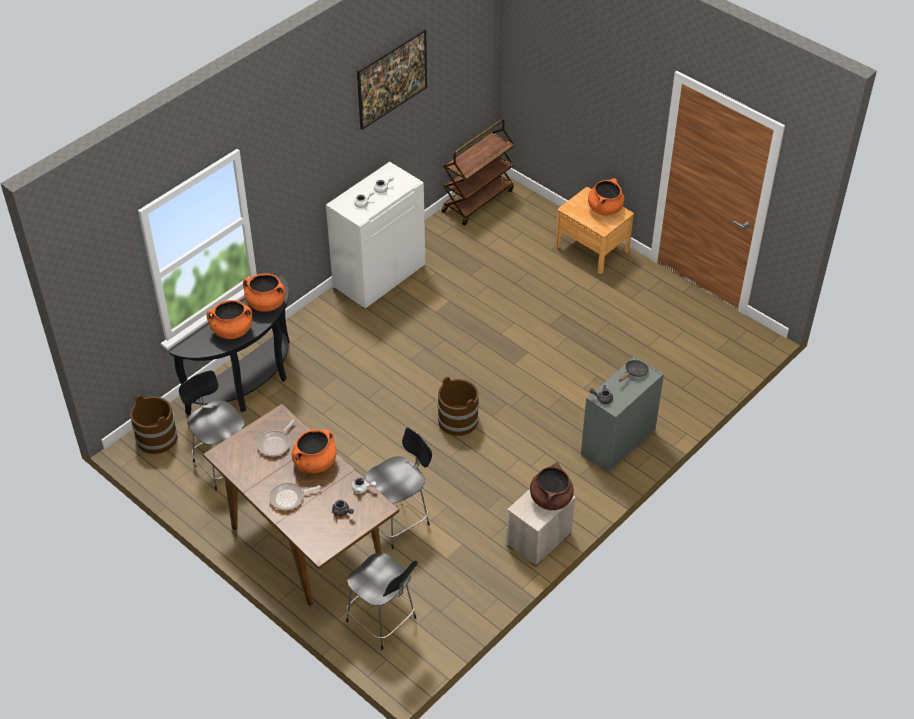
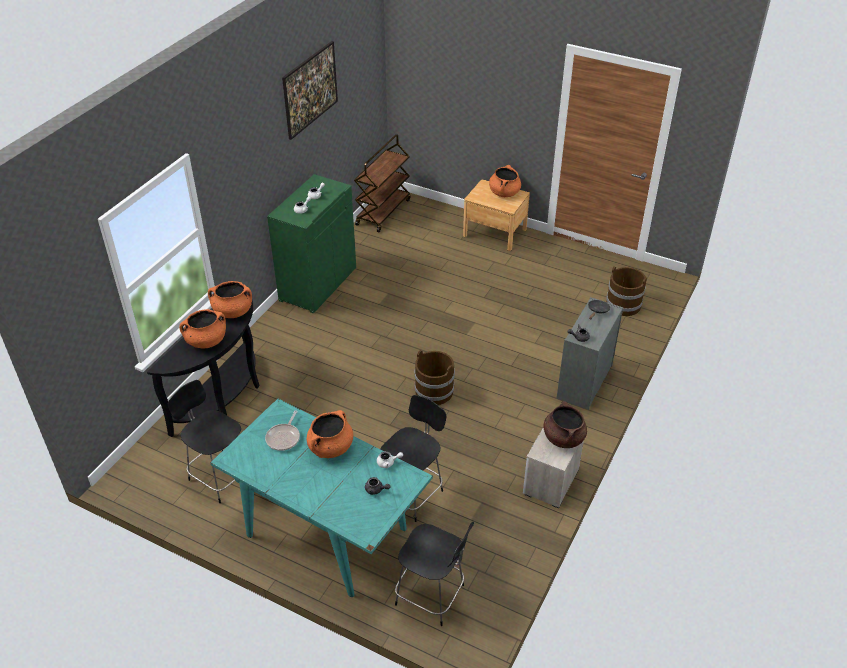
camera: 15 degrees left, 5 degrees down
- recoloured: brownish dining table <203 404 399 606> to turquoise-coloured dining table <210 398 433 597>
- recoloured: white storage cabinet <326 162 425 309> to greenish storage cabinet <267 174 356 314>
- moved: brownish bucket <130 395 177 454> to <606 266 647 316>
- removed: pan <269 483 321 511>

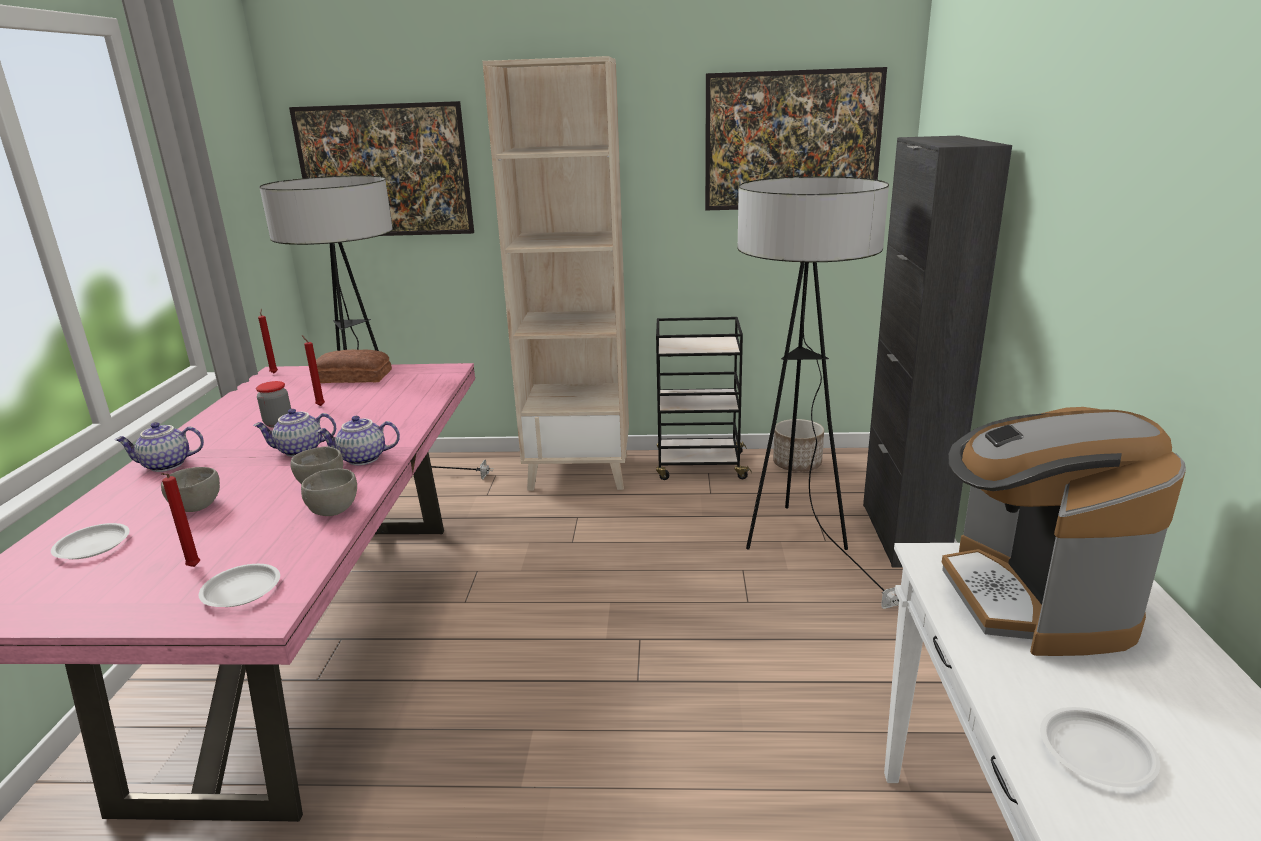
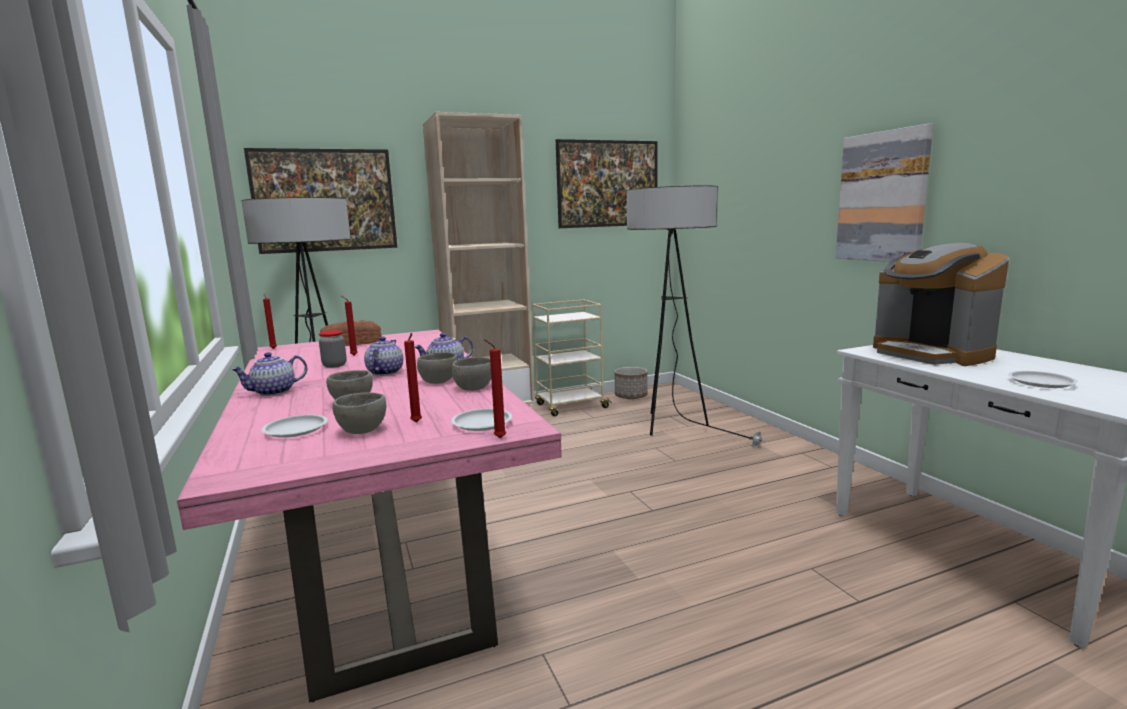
camera: 25 degrees left, 10 degrees down
- added: grey serving bowl <332 392 386 434>
- turned: pot for tea <253 409 336 457> = <364 336 403 376> 135 degrees clockwise
- added: red wax candle <484 339 506 438>
- recoloured: black-coloured cart <656 317 752 480> to beige cart <532 299 612 416>
- added: picture <836 124 933 262>
- removed: black-coloured storage cabinet <863 136 1012 568>

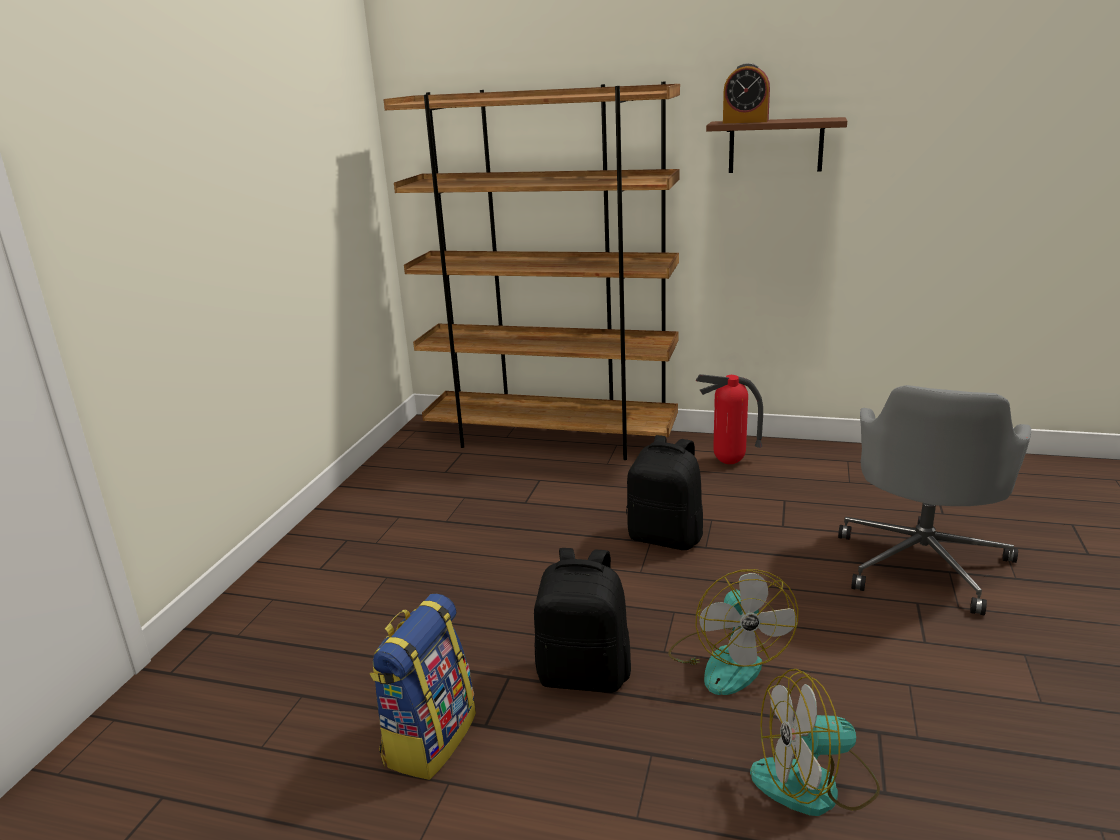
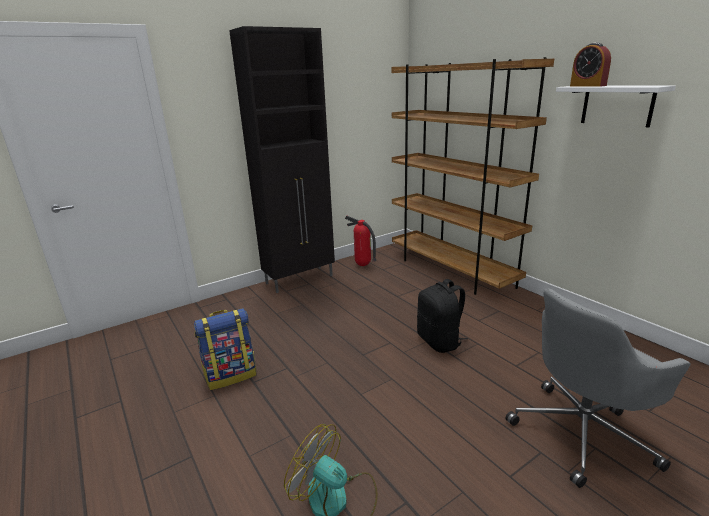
camera: 40 degrees right, 0 degrees up
- added: black-coloured storage cabinet <229 26 335 293>
- moved: extinguisher <696 374 763 464> to <345 216 376 266>
- recoloured: brownish bracket shelf <706 117 847 173> to white bracket shelf <556 85 676 127>
- removed: black-coloured knapsack <534 548 631 693>
- removed: cooling fan <668 569 799 695>

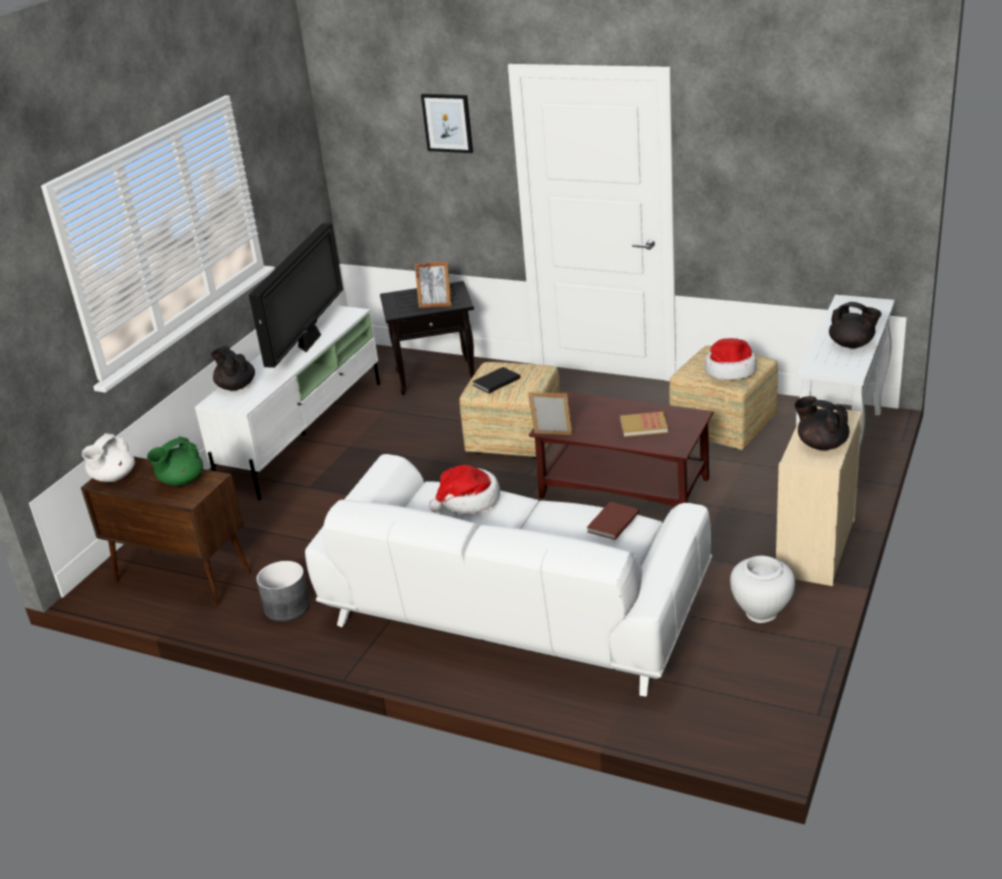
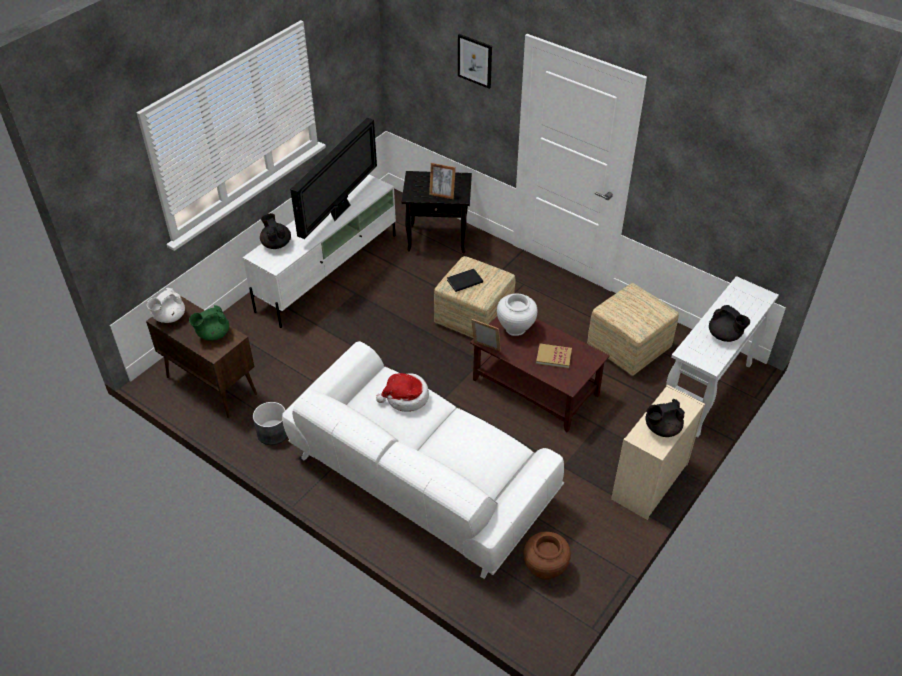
camera: 10 degrees right, 15 degrees up
- moved: white vase <730 556 795 623> to <497 293 537 336>
- added: brownish vase <523 532 571 580>
- turned: black-coloured pot for tea <794 396 849 450> = <645 399 685 437> 75 degrees counterclockwise
- removed: brownish volume <586 502 639 540>
- removed: clothing hat <705 338 757 380>

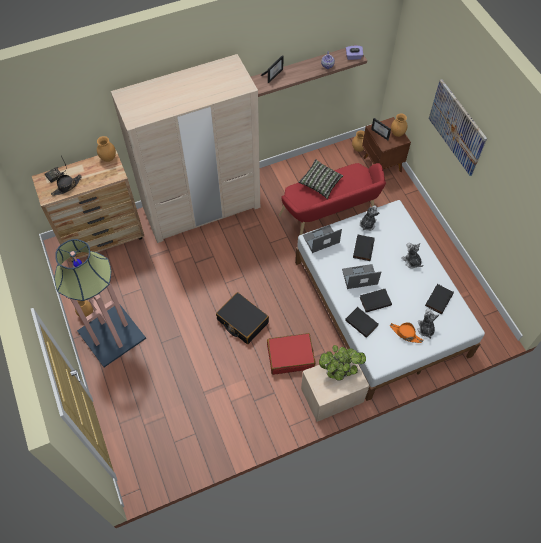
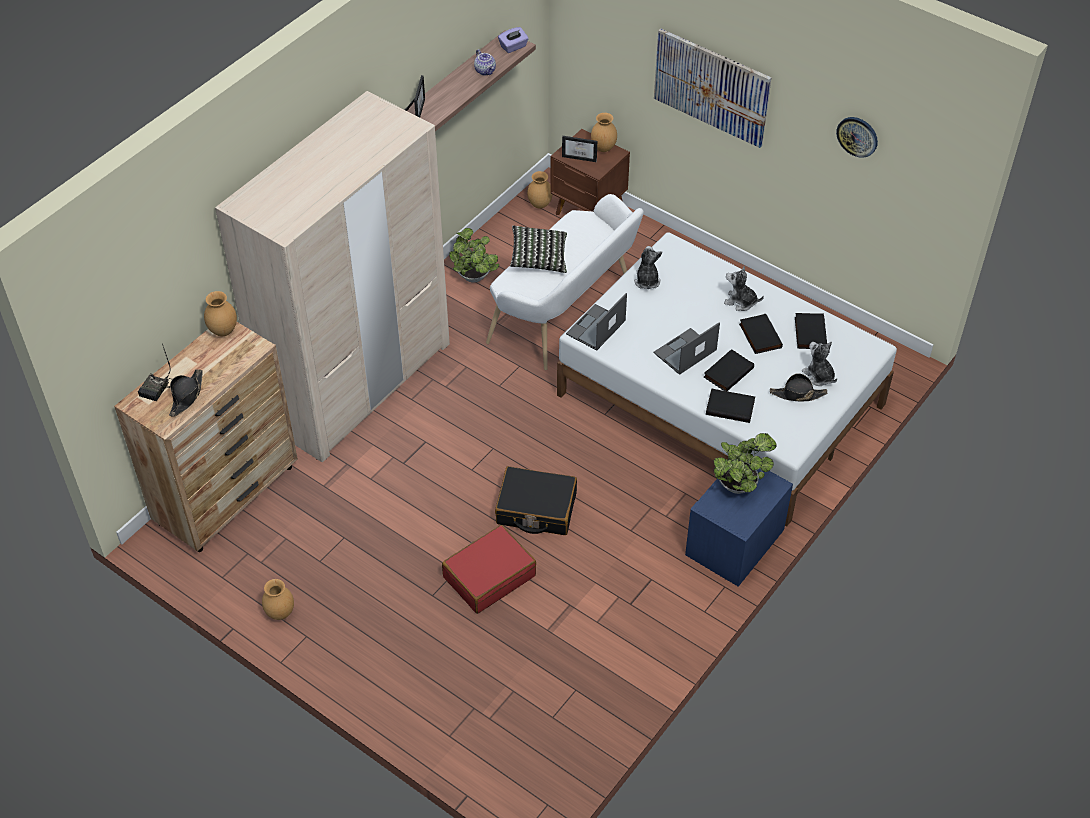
camera: 30 degrees left, 10 degrees down
- moved: red piece of luggage <267 333 315 375> to <442 525 536 614>
- added: potted plant <449 228 499 283>
- recoloured: red bench <279 163 386 235> to white bench <486 194 644 370>
- recoloured: beige bedside table <301 362 369 422> to blue bedside table <685 469 793 587>
- moved: black-coloured volume <353 235 375 261> to <739 314 783 354>
- recoloured: orangey clothing hat <390 322 423 343> to black-coloured clothing hat <770 373 827 401>
- added: wall clock <836 117 878 158>
- removed: standard lamp <54 239 146 367>

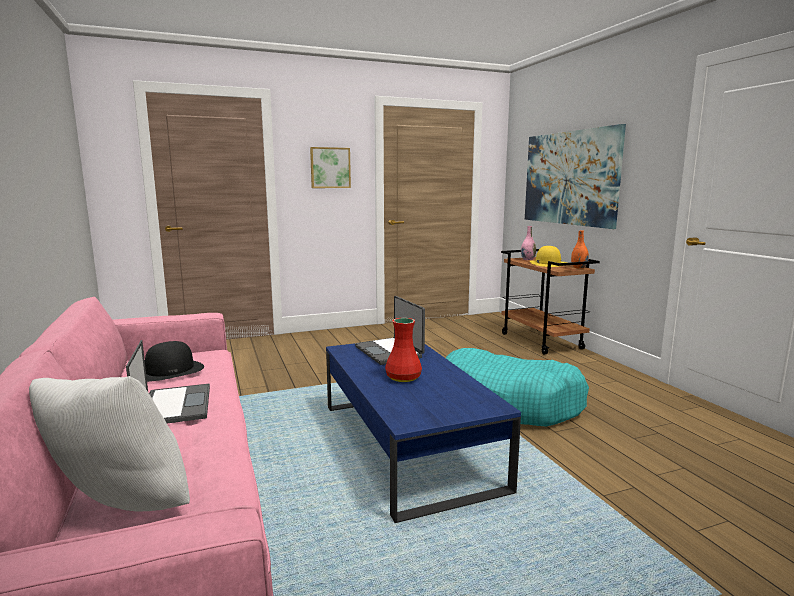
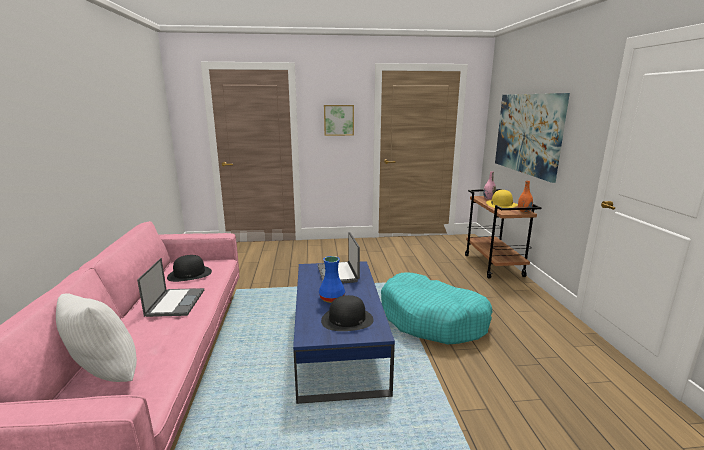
camera: 15 degrees right, 5 degrees up
- recoloured: red vase <385 318 422 382> to blue vase <319 256 345 303>
- added: black-coloured clothing hat <321 295 374 331>

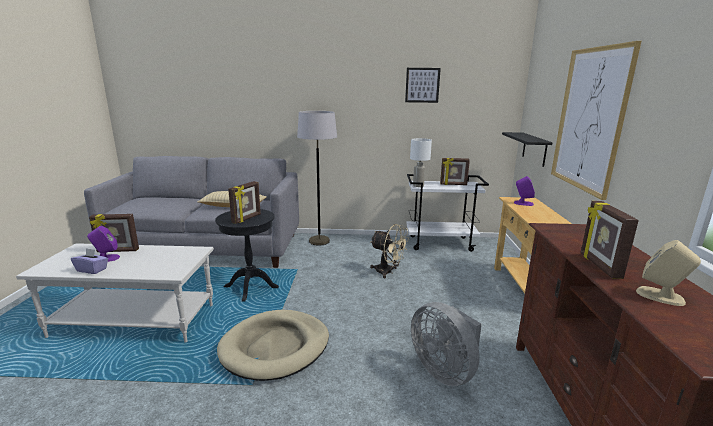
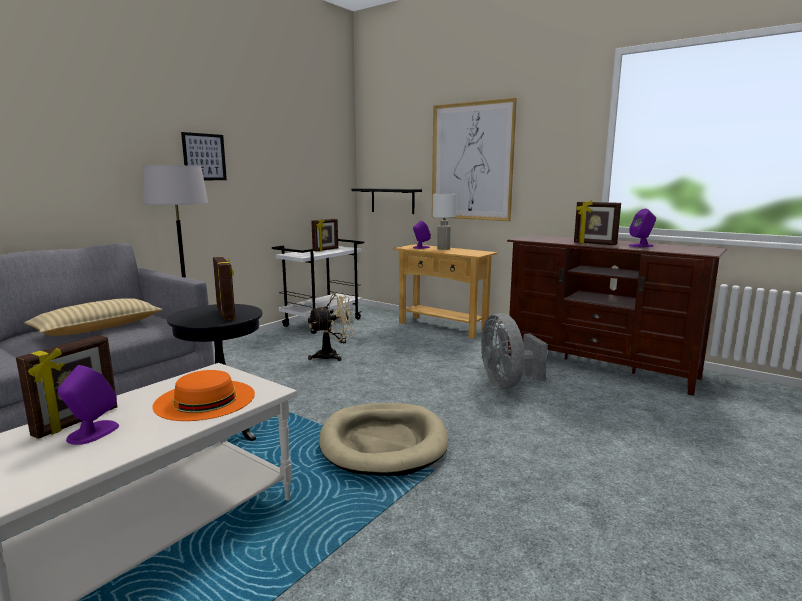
camera: 55 degrees left, 5 degrees down
- added: orangey clothing hat <153 370 255 421>
- moved: picture <405 68 441 103> to <181 132 227 180>
- moved: white lamp for a table <410 138 432 187> to <433 194 457 250>
- turned: grey cooling fan <411 302 482 386> = <481 313 548 389> 75 degrees clockwise
- recoloured: beige loudspeaker <636 240 701 306> to purple-coloured loudspeaker <629 209 656 247>
- removed: purple-coloured tissue box <71 248 108 274>

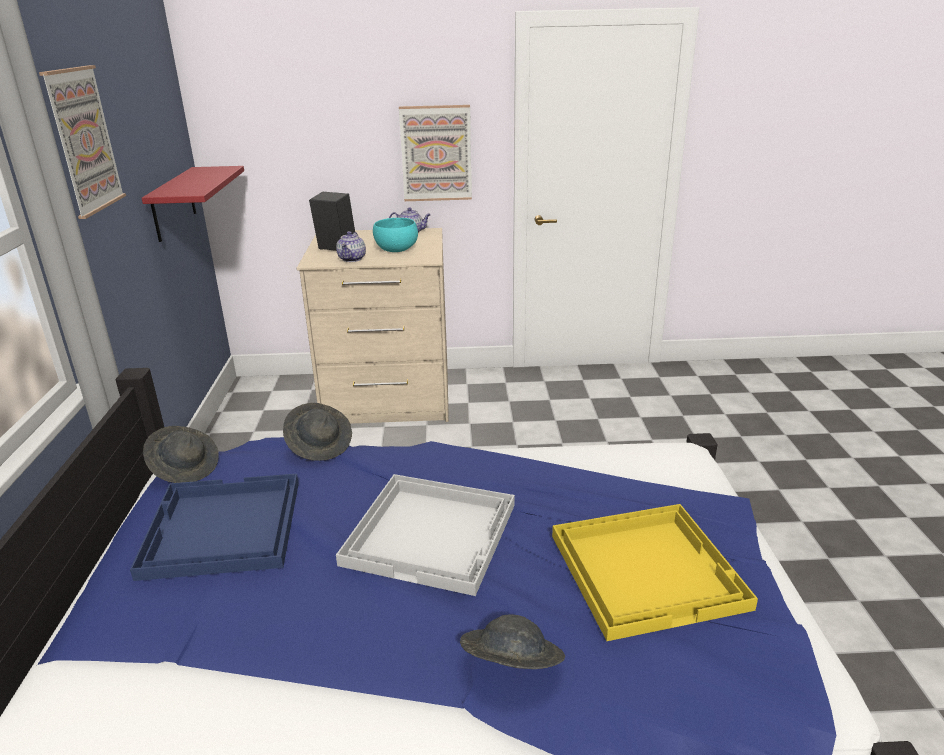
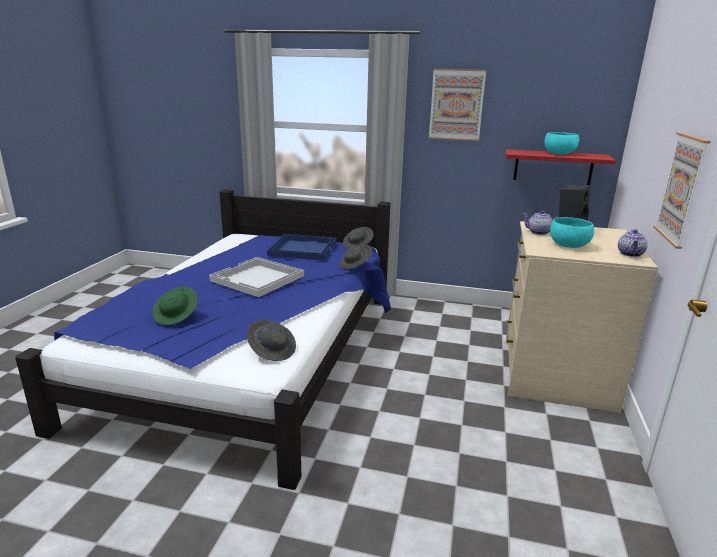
camera: 105 degrees right, 5 degrees down
- replaced: yellow-coloured serving tray <552 504 758 641> to greenish clothing hat <152 287 198 325>
- moved: grey clothing hat <460 615 565 669> to <247 320 296 361>
- added: turquoise-coloured serving bowl <544 132 579 155>

